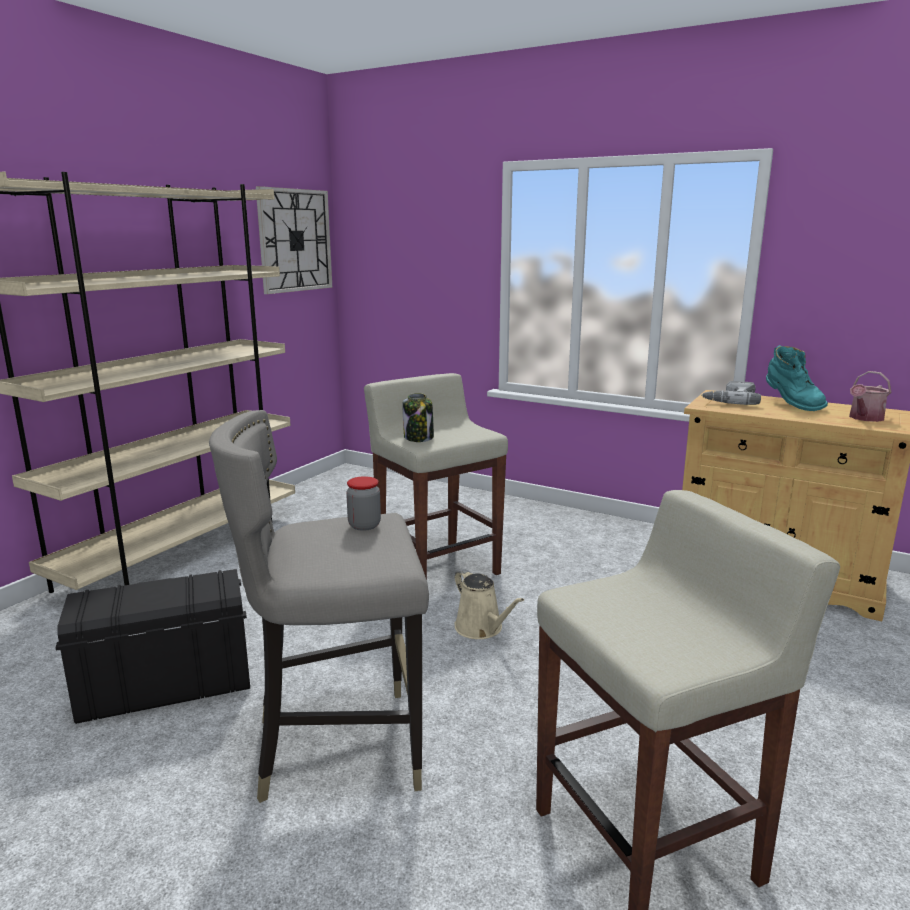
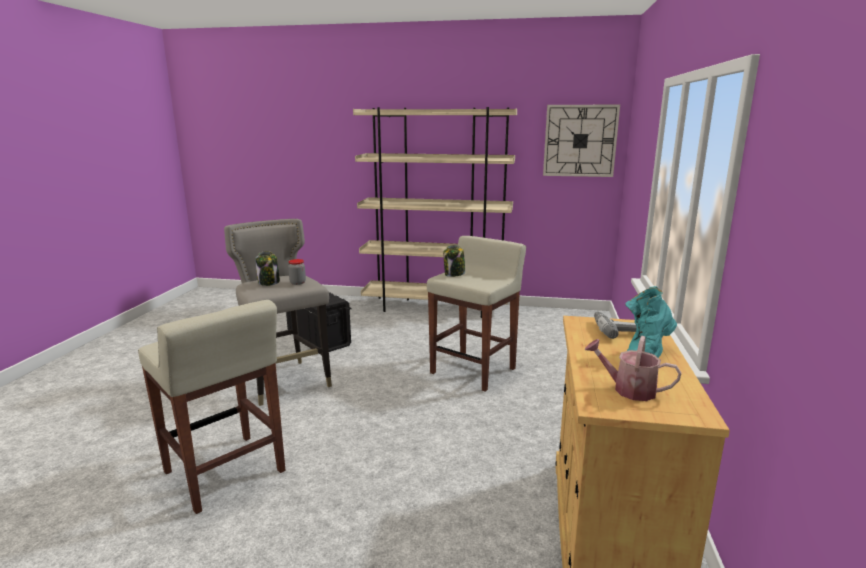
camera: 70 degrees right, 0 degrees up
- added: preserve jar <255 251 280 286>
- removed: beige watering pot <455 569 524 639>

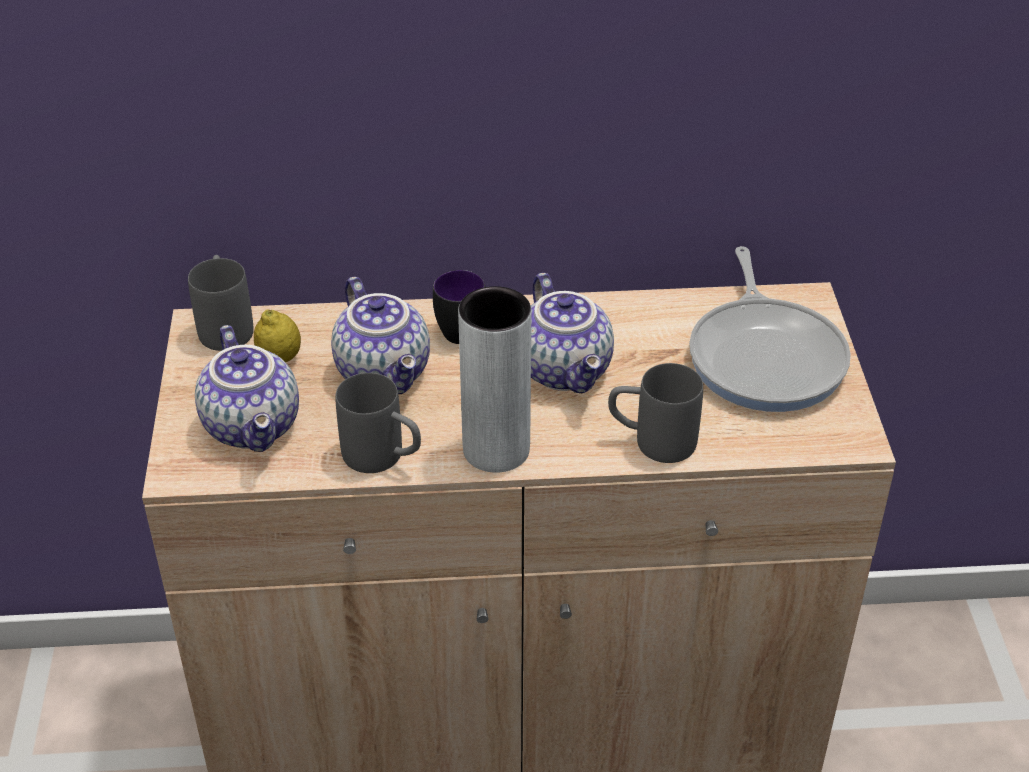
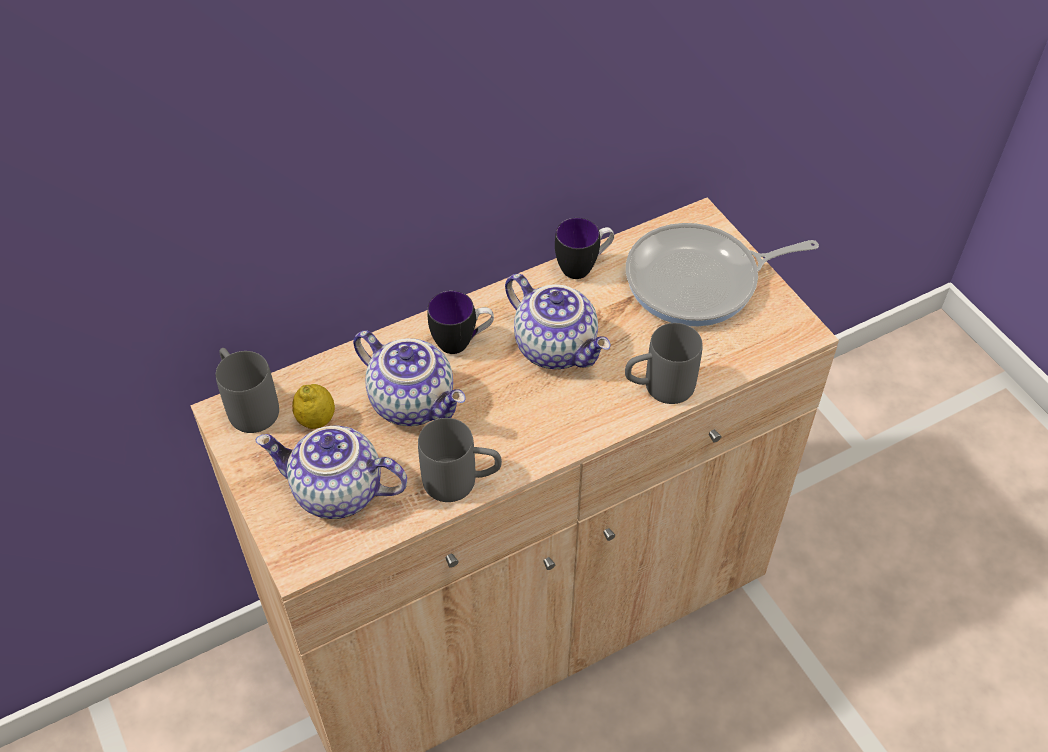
camera: 25 degrees left, 10 degrees up
- turned: pot for tea <195 325 299 452> = <256 426 407 519> 150 degrees clockwise
- added: mug <555 218 614 279>
- turned: pan <689 246 851 412> = <626 223 819 327> 105 degrees clockwise
- removed: grey vase <458 286 531 473>

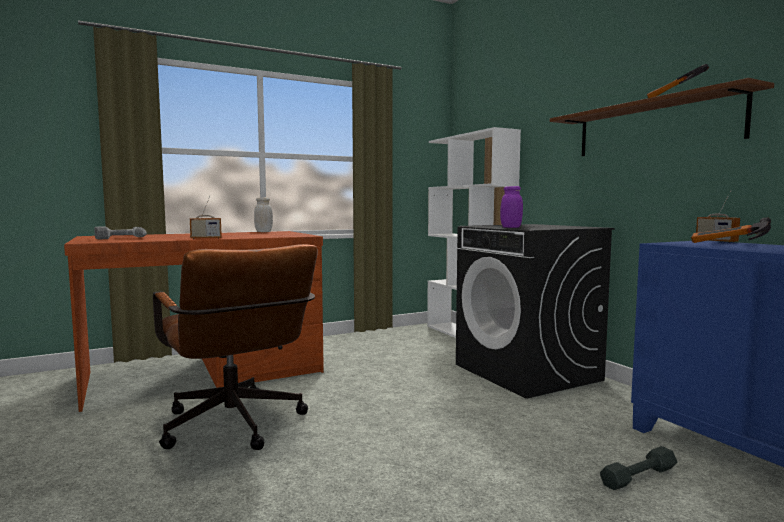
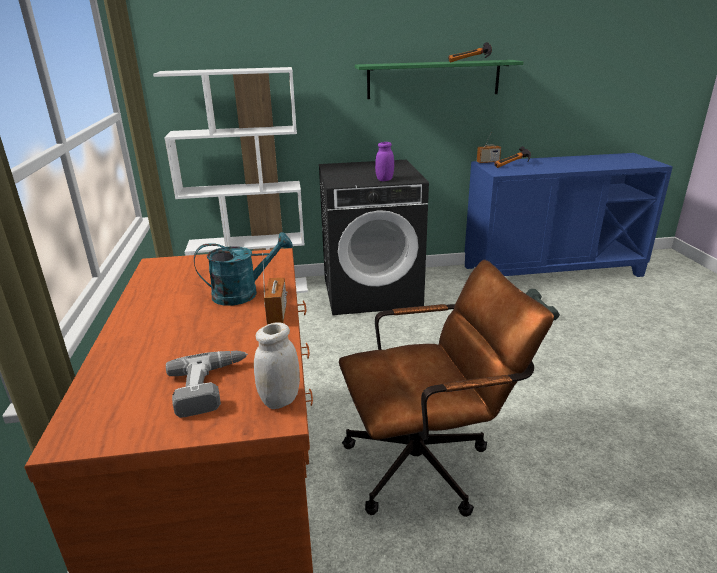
camera: 70 degrees left, 20 degrees up
- added: turquoise-coloured watering pot <194 232 293 306>
- moved: white preserve jar <254 197 273 232> to <254 322 300 409>
- recoloured: brownish bracket shelf <550 78 774 156> to greenish bracket shelf <355 60 523 99>

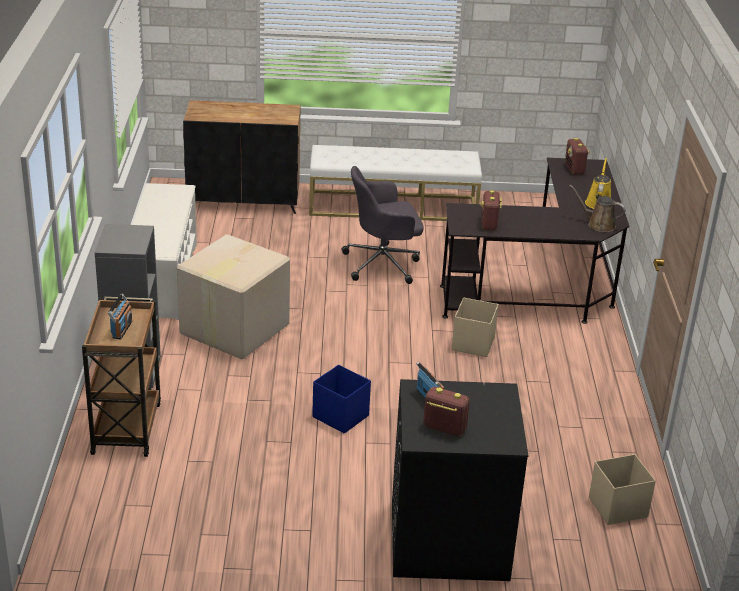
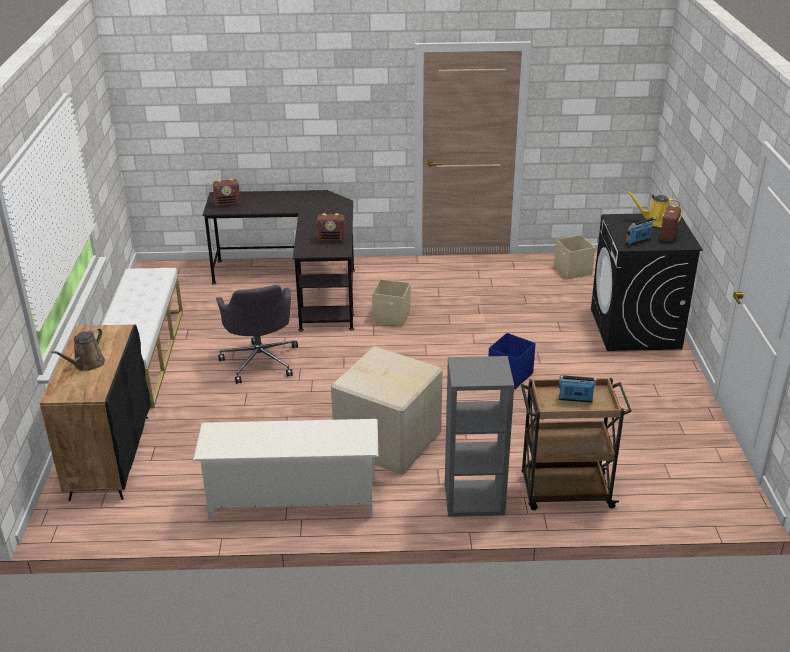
camera: 90 degrees left, 0 degrees up
- moved: brownish watering pot <570 185 626 232> to <51 328 105 371>
- moved: yellow-coloured watering pot <585 158 611 209> to <626 190 680 227>

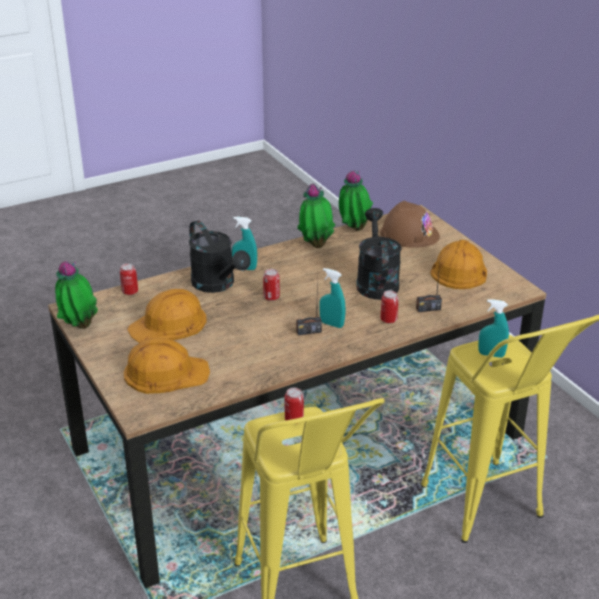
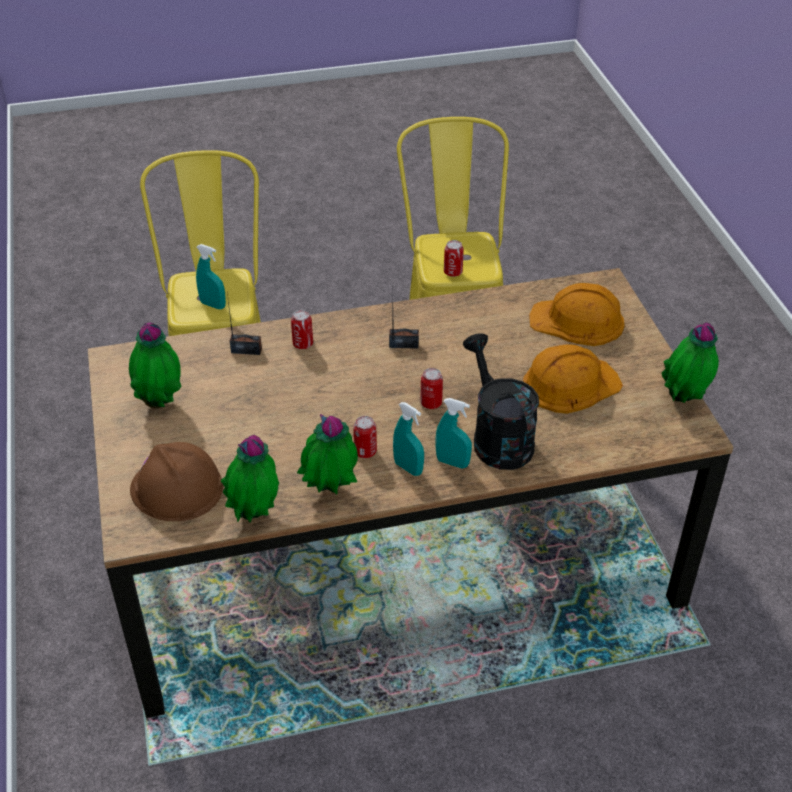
camera: 165 degrees left, 10 degrees up
- replaced: orangey safety helmet <430 240 487 289> to potted plant <129 322 181 409>
- moved: metal can <120 263 138 295> to <353 416 377 458>
- moved: turquoise-coloured sprayer <319 268 346 328> to <393 402 424 476>
- removed: black-coloured watering pot <356 208 402 300>

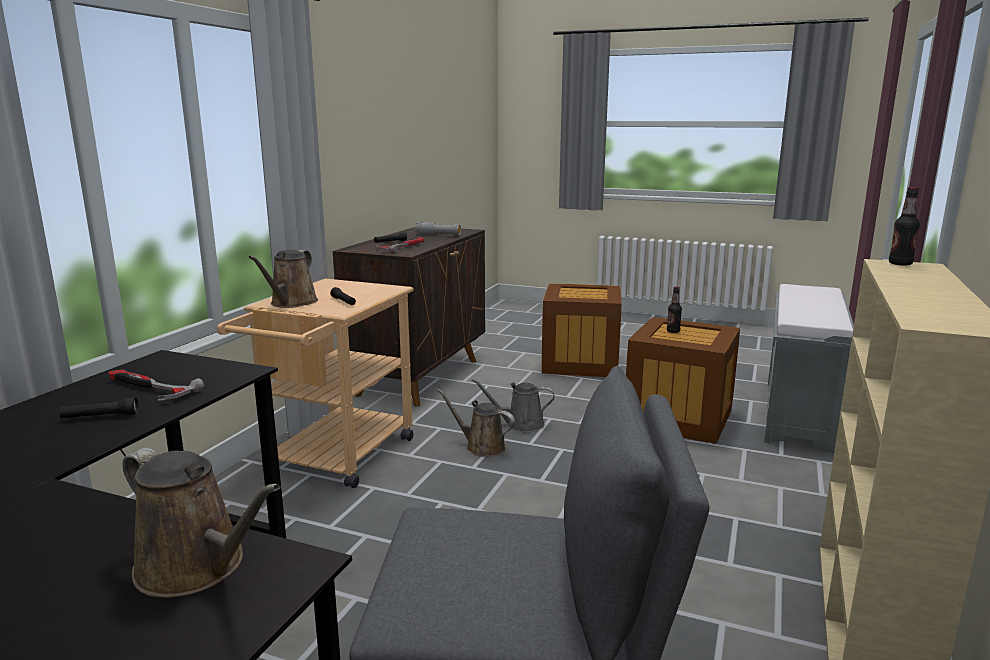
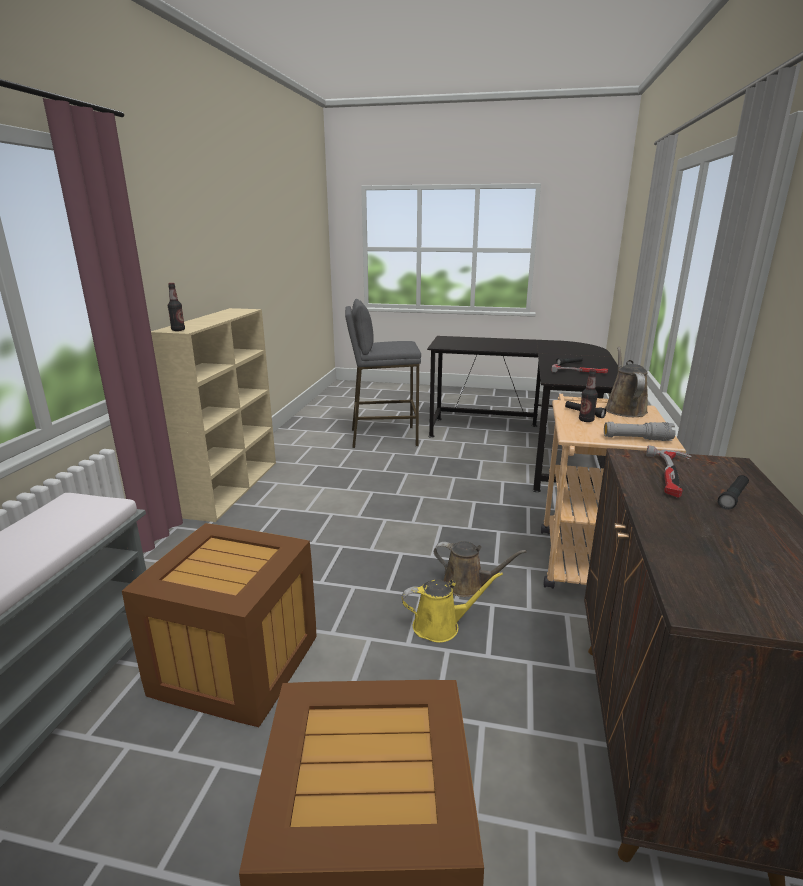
camera: 170 degrees right, 5 degrees up
- recoloured: grey watering pot <471 379 554 432> to yellow-coloured watering pot <402 572 503 643>
- moved: beverage bottle <667 287 682 333> to <579 369 598 422>
- moved: grey flashlight <415 222 461 235> to <604 422 676 441>
- removed: brownish watering pot <122 448 281 598>

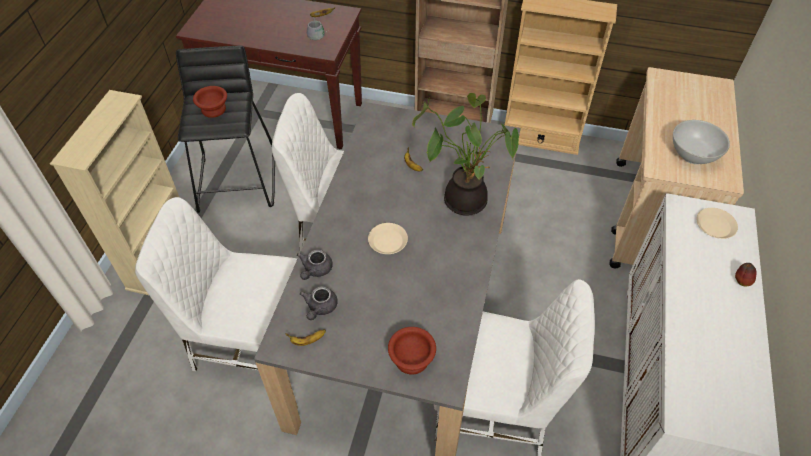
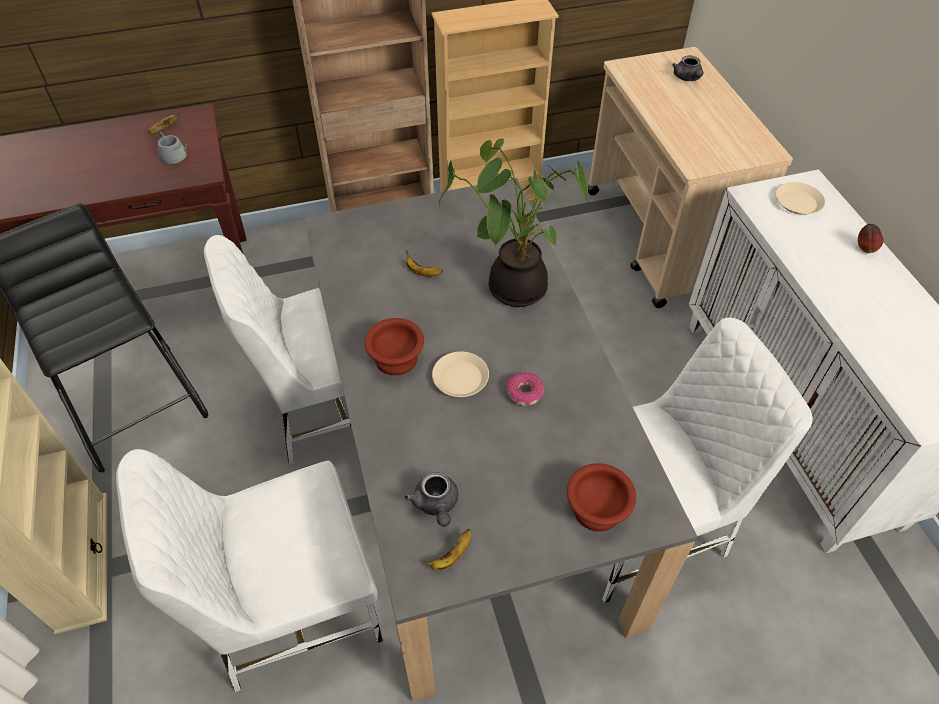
camera: 30 degrees left, 0 degrees up
- moved: brownish serving bowl <193 86 227 118> to <364 318 424 375>
- added: donut <506 372 544 405>
- moved: grey pot for tea <297 249 333 280> to <672 56 703 81>
- removed: white serving bowl <673 120 730 164>

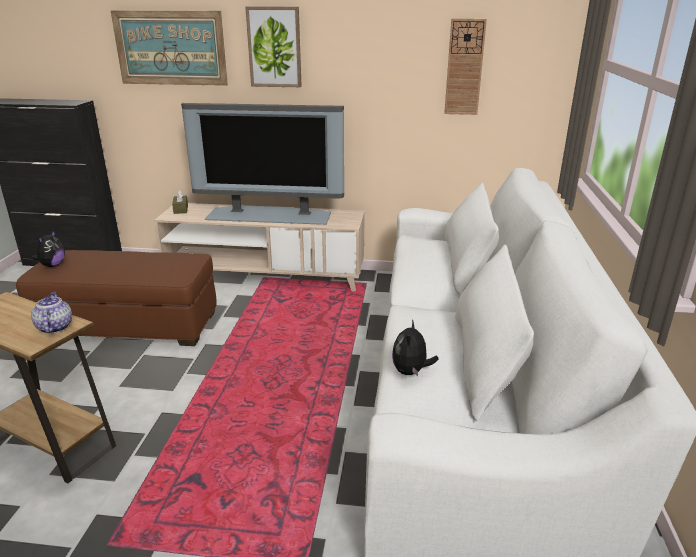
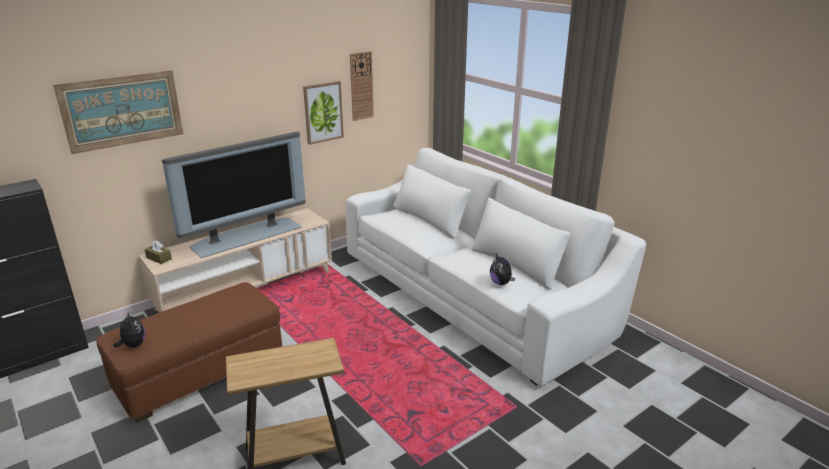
camera: 45 degrees left, 0 degrees up
- moved: picture <245 7 302 87> to <303 81 344 145>
- removed: pot for tea <31 292 72 334>

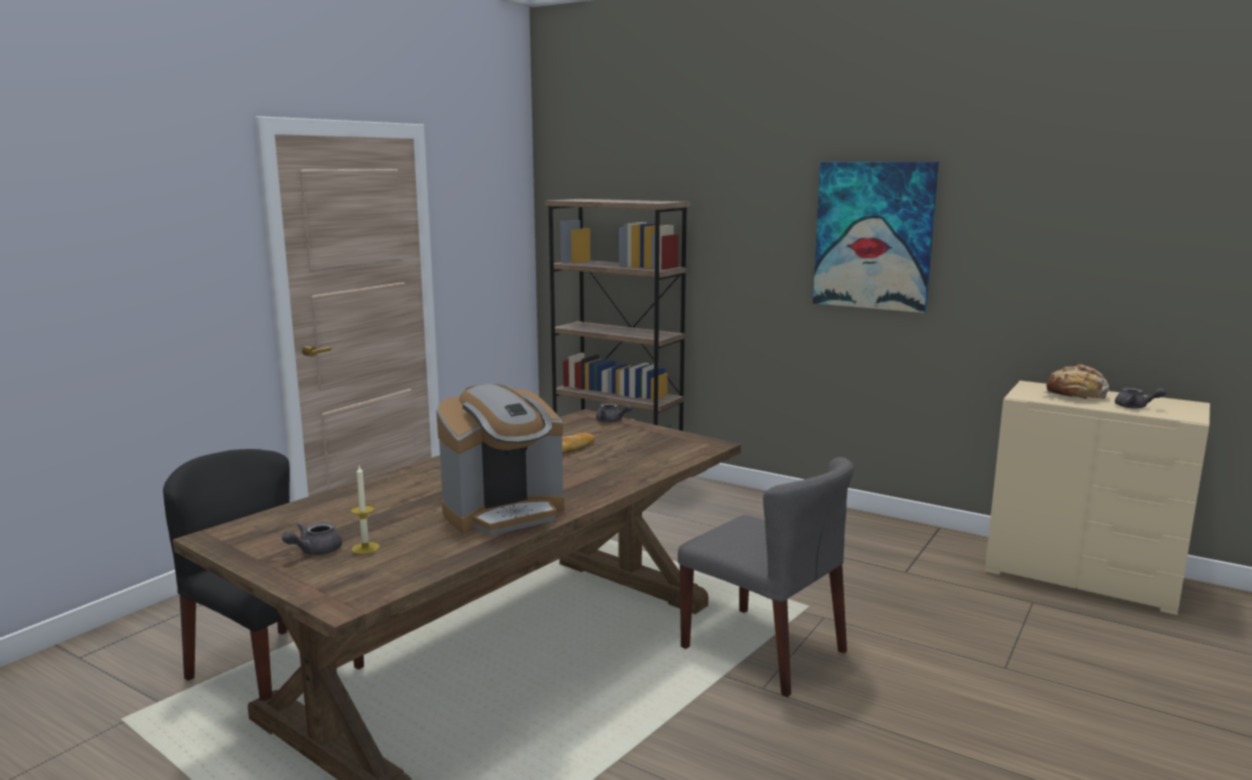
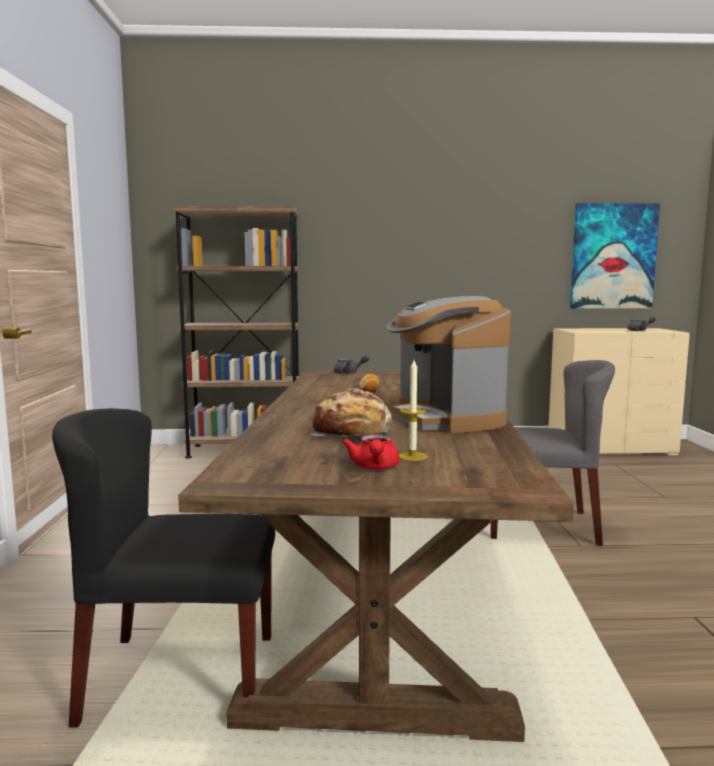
camera: 35 degrees left, 5 degrees down
- moved: bread <1044 364 1109 400> to <310 388 392 437>
- recoloured: grey pot for tea <282 522 342 555> to red pot for tea <343 435 400 470>
- turned: coffee maker <436 384 564 536> = <387 296 511 434> 135 degrees clockwise
- moved: picture <813 162 939 313> to <570 203 660 309>

